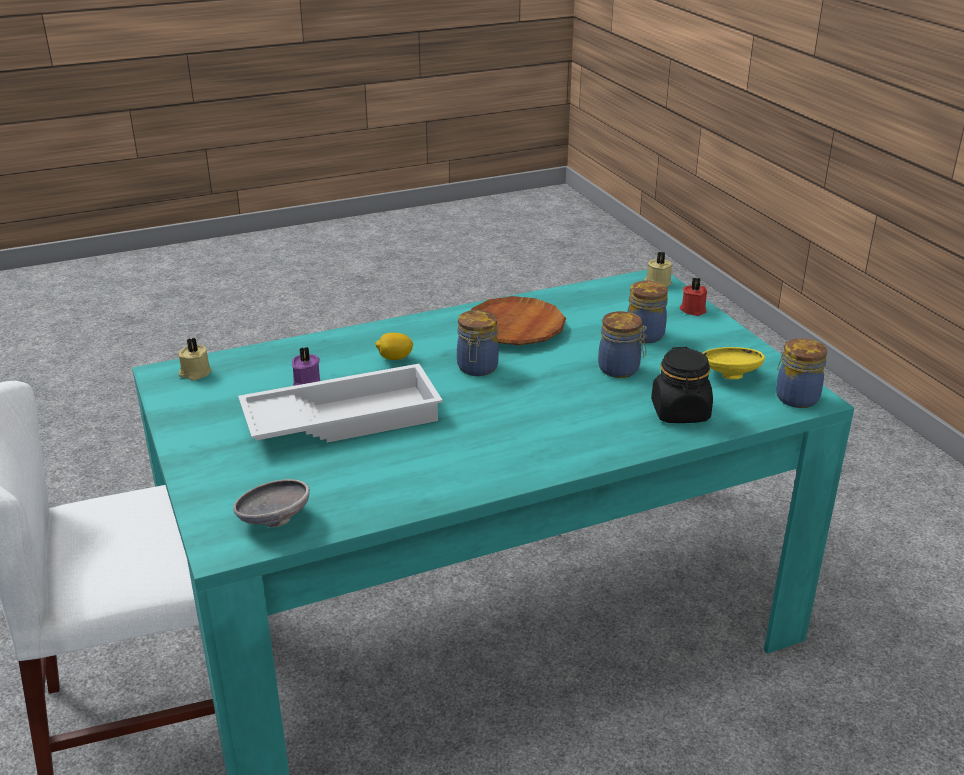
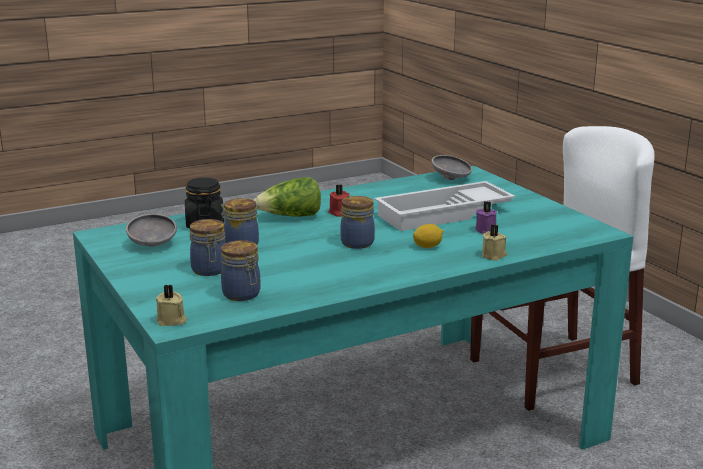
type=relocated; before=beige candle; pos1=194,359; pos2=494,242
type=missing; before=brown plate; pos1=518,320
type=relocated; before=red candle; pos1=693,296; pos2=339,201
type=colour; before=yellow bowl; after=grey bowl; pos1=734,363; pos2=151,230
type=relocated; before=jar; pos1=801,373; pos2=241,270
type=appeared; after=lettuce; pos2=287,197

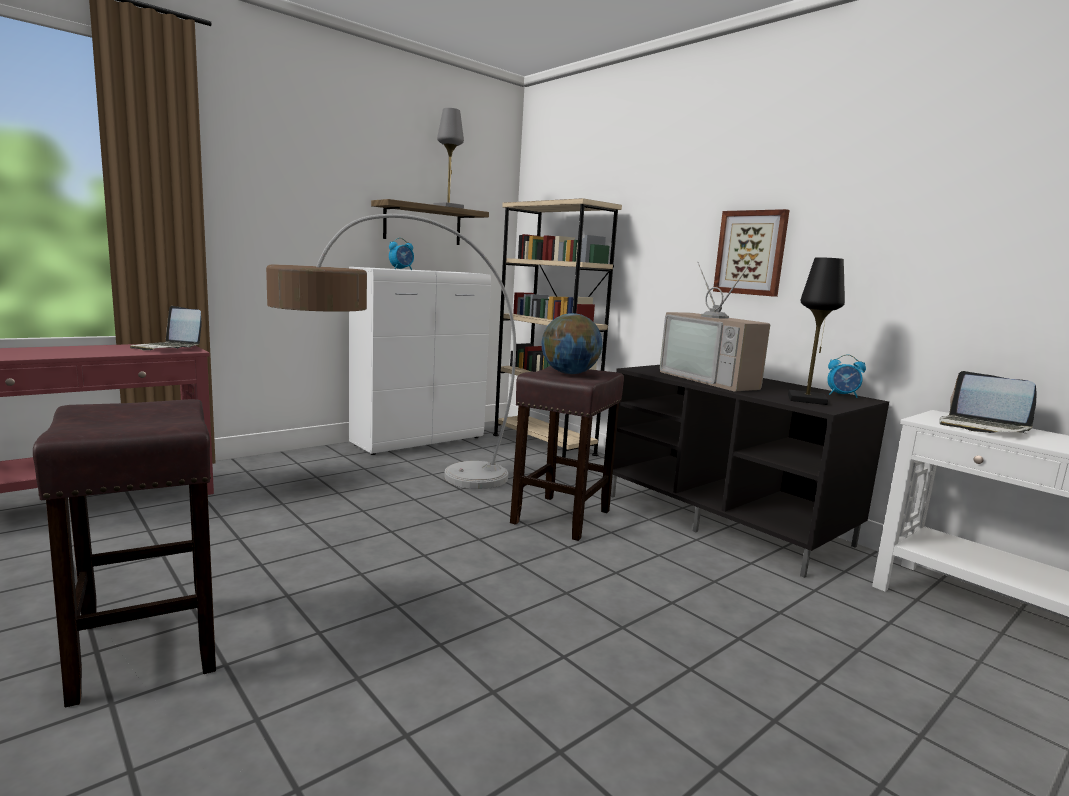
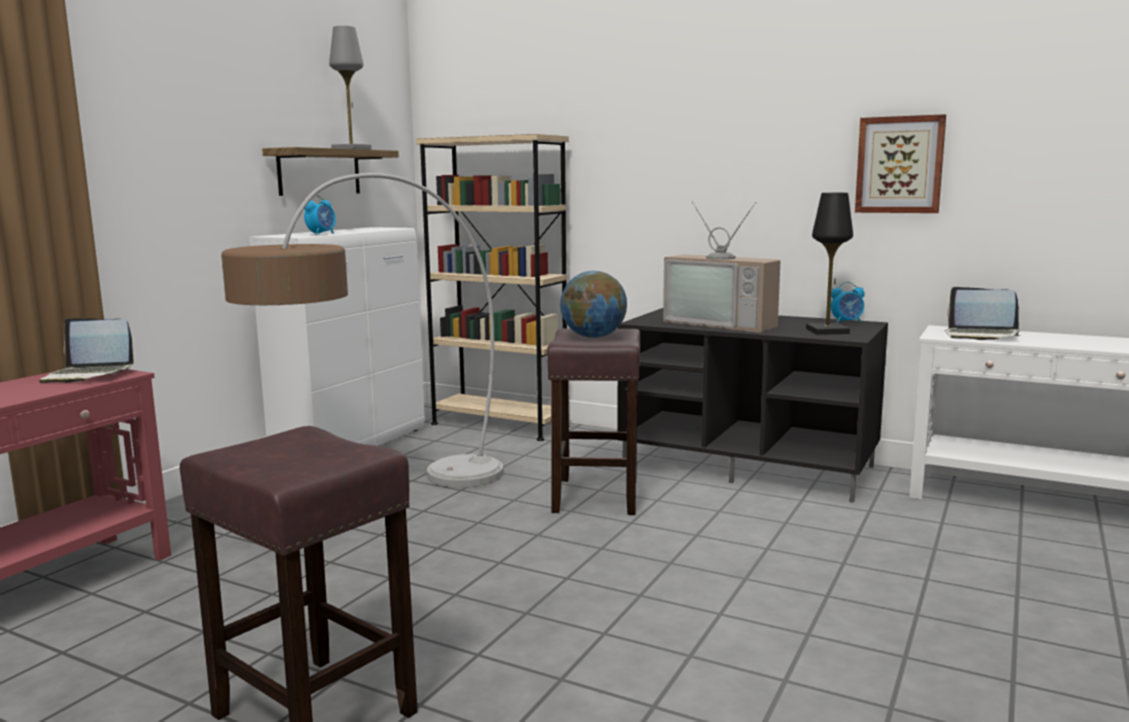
type=relocated; before=picture; pos1=751,253; pos2=900,163

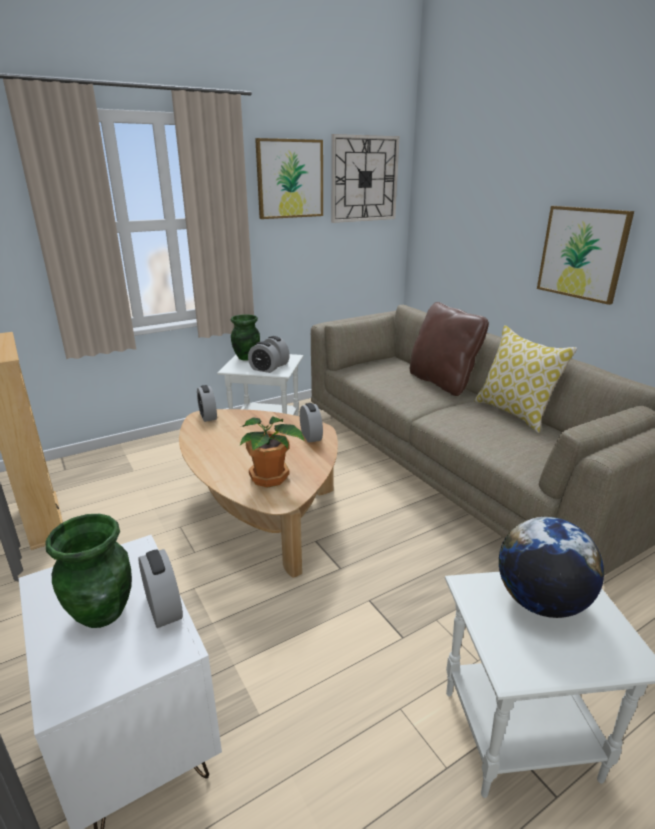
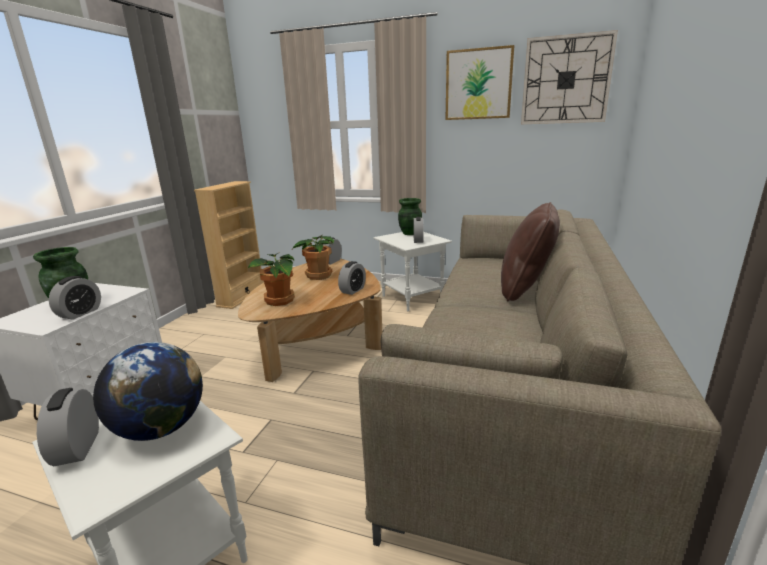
type=relocated; before=alarm clock; pos1=264,357; pos2=68,427
type=missing; before=pillow; pos1=525,379
type=missing; before=picture; pos1=585,255
type=appeared; after=potted plant; pos2=313,257

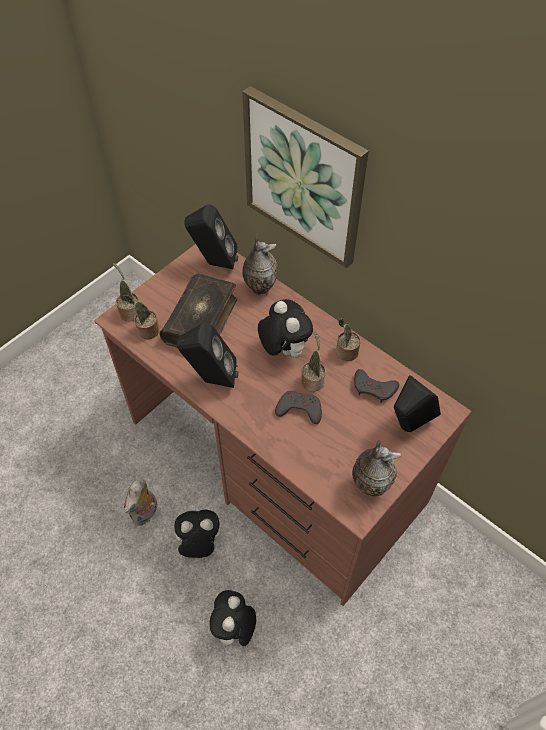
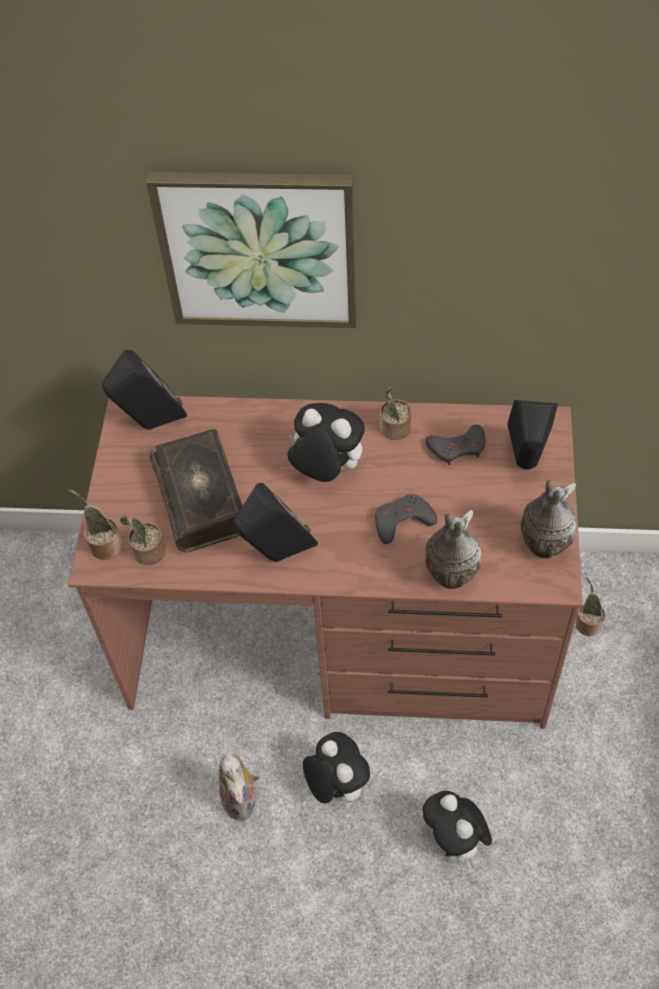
type=spun; before=plush toy; pos1=196,534; pos2=336,768; turn=105
type=relocated; before=vase; pos1=260,265; pos2=454,549
type=relocated; before=potted plant; pos1=313,361; pos2=590,606

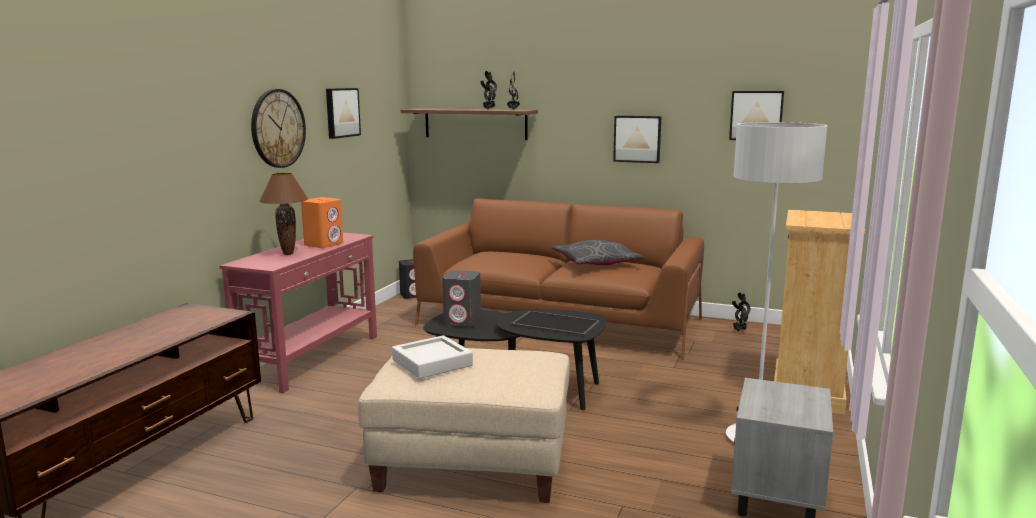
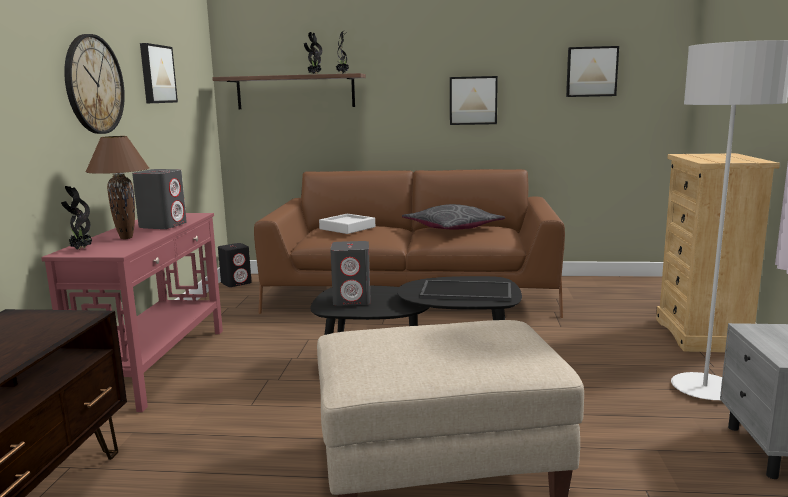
type=colour; before=orange speaker; after=grey speaker; pos1=322,222; pos2=159,199
type=relocated; before=grey tray; pos1=432,357; pos2=347,224
type=relocated; before=potted plant; pos1=741,312; pos2=76,217

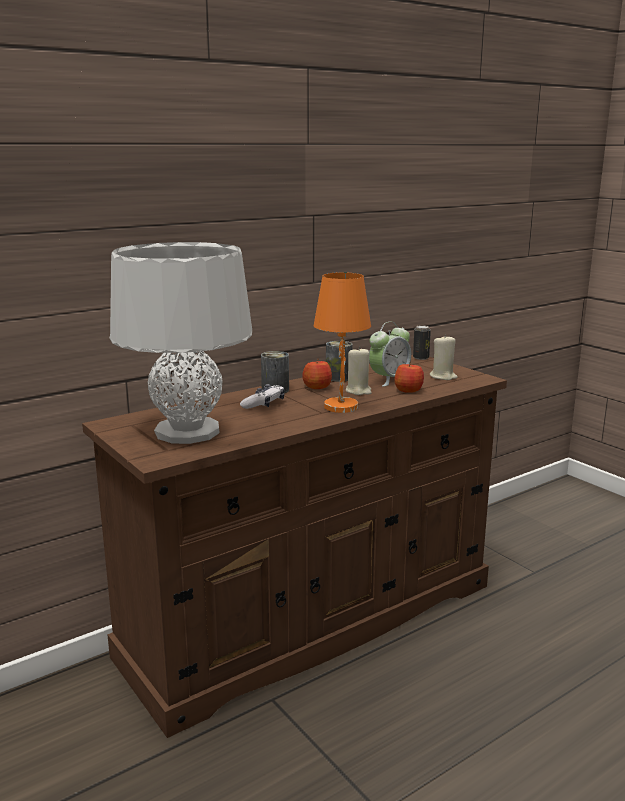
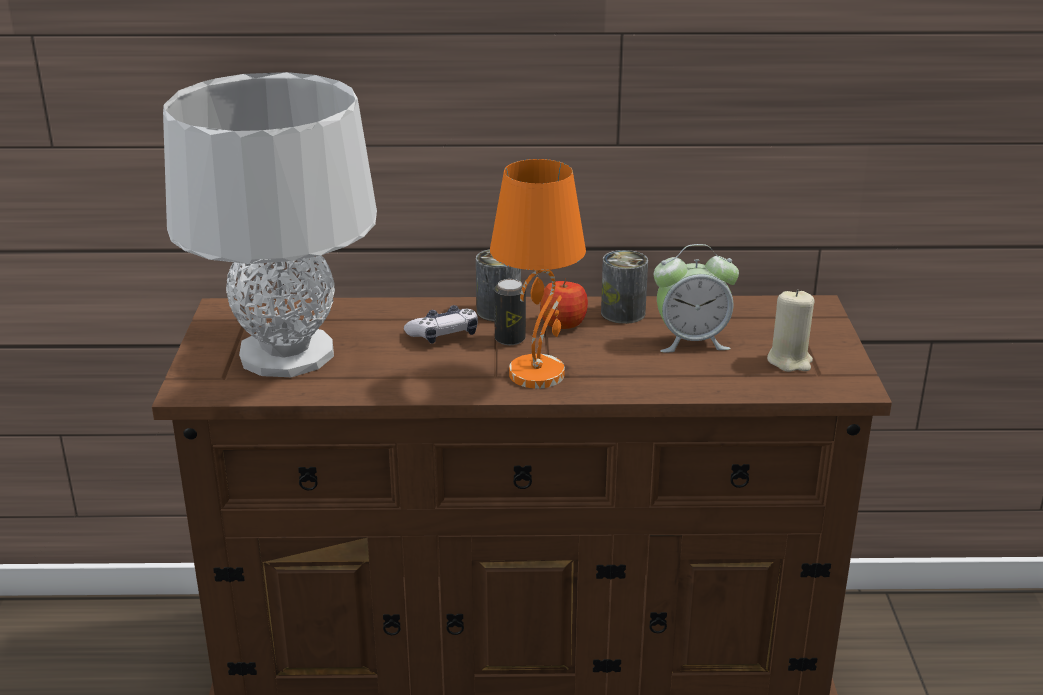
type=missing; before=beige candle; pos1=359,370
type=missing; before=apple; pos1=409,377
type=relocated; before=can; pos1=422,342; pos2=510,312

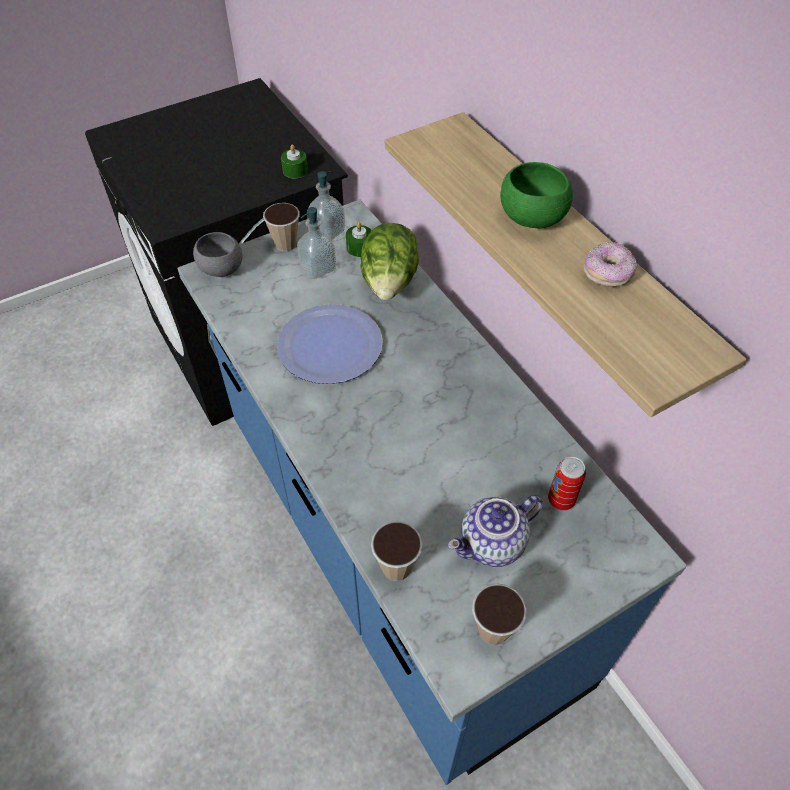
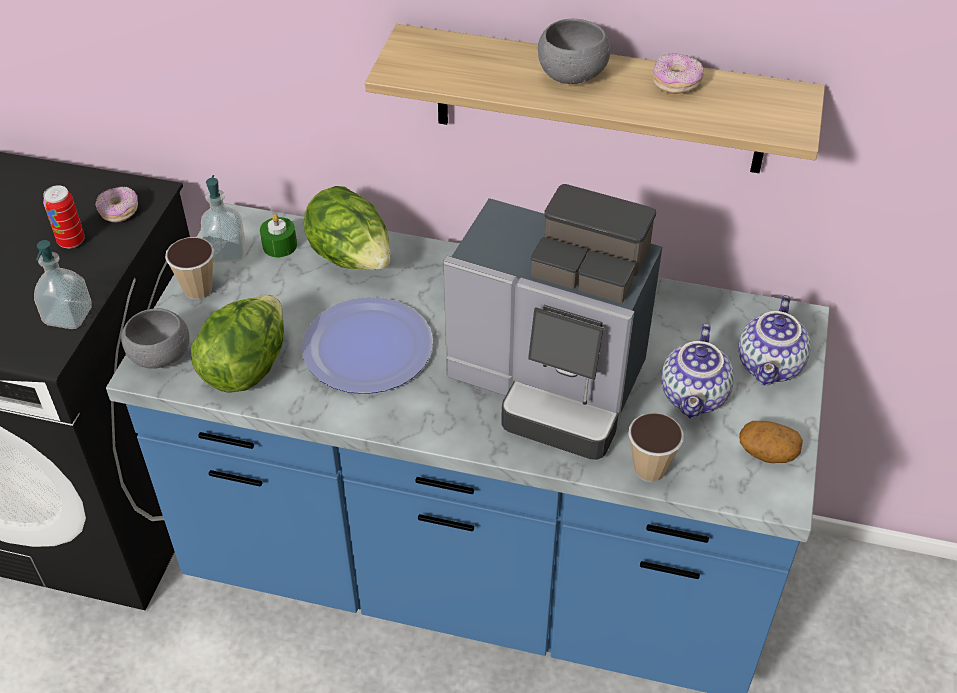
type=exchanged; before=green candle; after=donut; pos1=294,161; pos2=117,204
type=relocated; before=soap dispenser; pos1=316,243; pos2=62,284
type=exchanged; before=cup; after=potato; pos1=499,614; pos2=771,442
type=colour; before=green bowl; after=grey bowl; pos1=536,195; pos2=574,51
type=relocated; before=can; pos1=567,483; pos2=64,217
type=appeared; after=lettuce; pos2=237,344
type=appeared; after=coffee machine; pos2=552,322
type=appeared; after=teapot; pos2=775,340

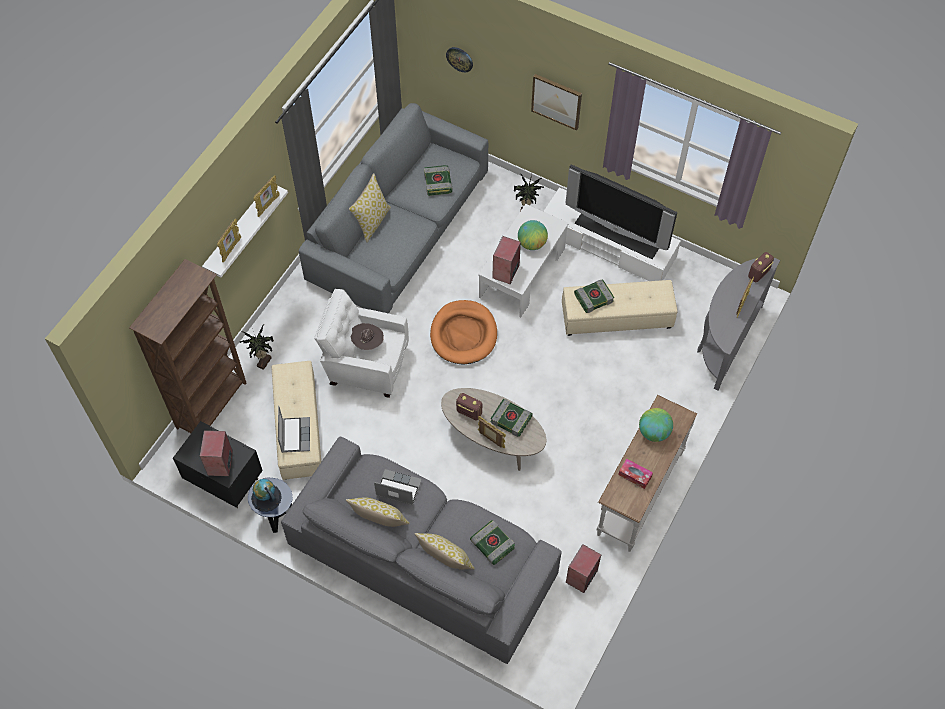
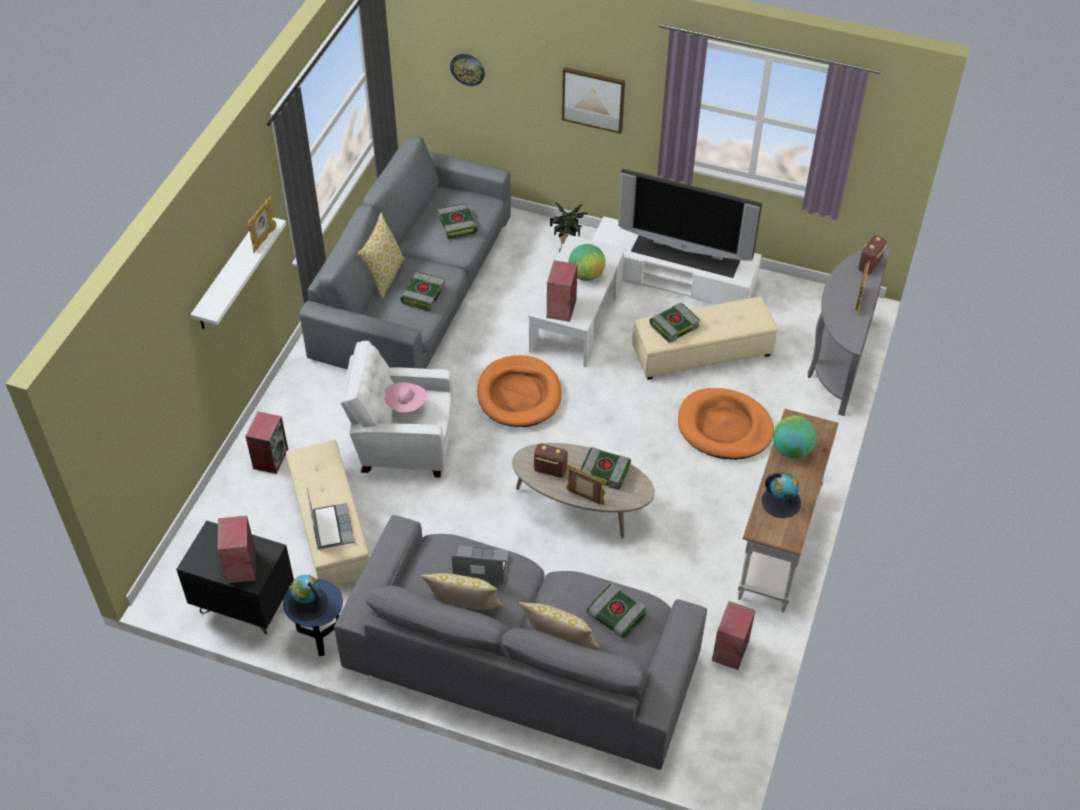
type=missing; before=brown bookcase; pos1=187,346
type=missing; before=picture frame; pos1=229,240
type=exchanged; before=potted plant; after=speaker; pos1=257,347; pos2=267,442
type=colour; before=brown hat; after=pink hat; pos1=367,336; pos2=405,397
type=exchanged; before=tissue box; after=globe; pos1=635,474; pos2=781,495
type=appeared; after=book; pos2=422,291
type=appeared; after=orange dog bed; pos2=726,424

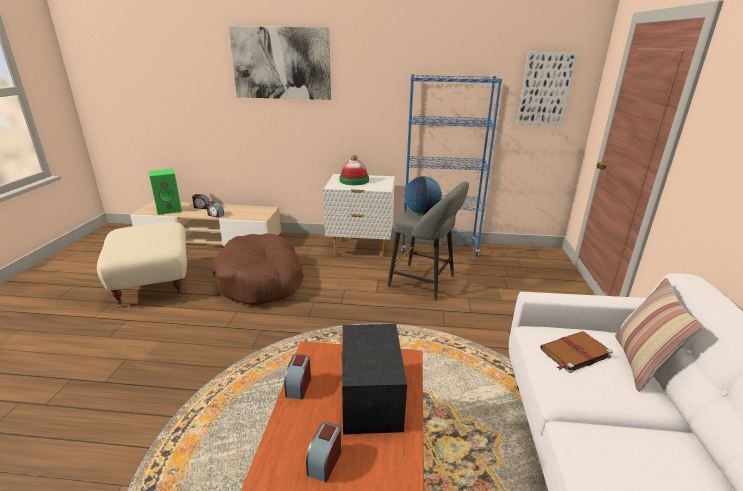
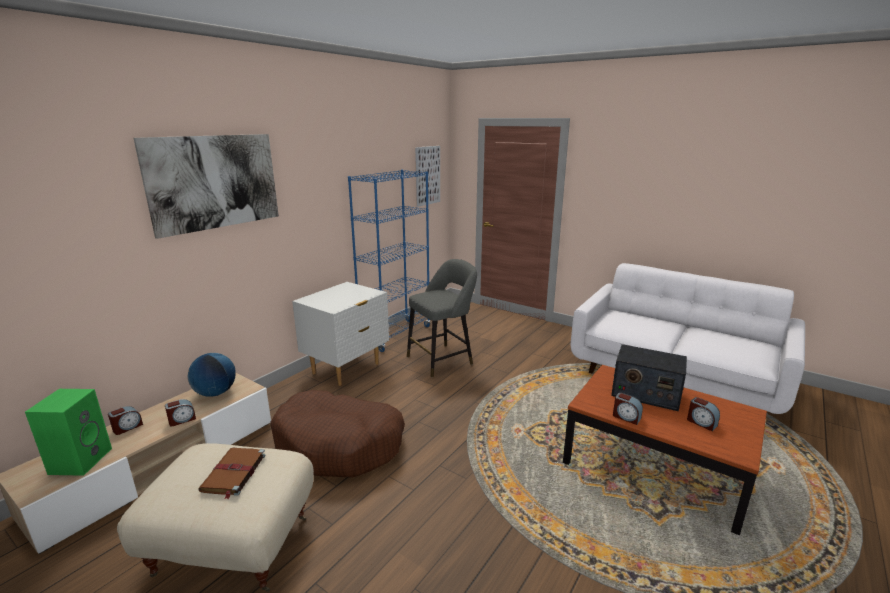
type=missing; before=hat; pos1=354,170
type=relocated; before=globe; pos1=423,195; pos2=212,375
type=relocated; before=brown book; pos1=576,352; pos2=232,473
type=missing; before=pillow; pos1=658,335

